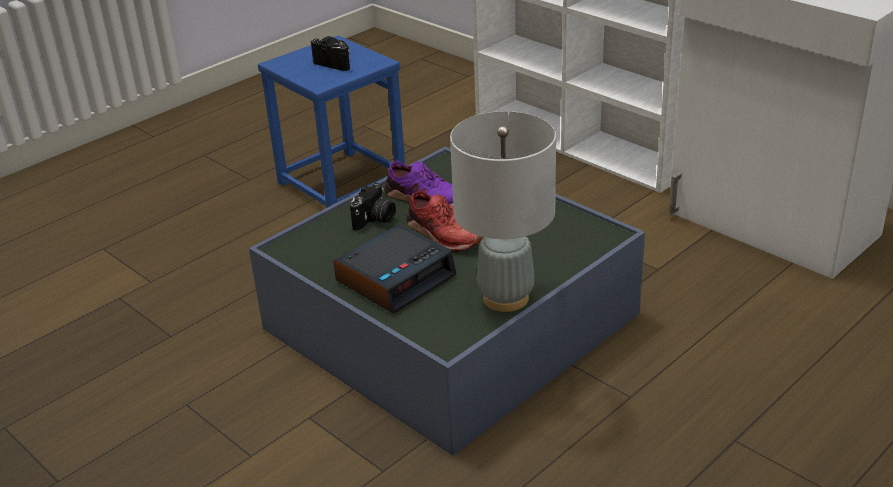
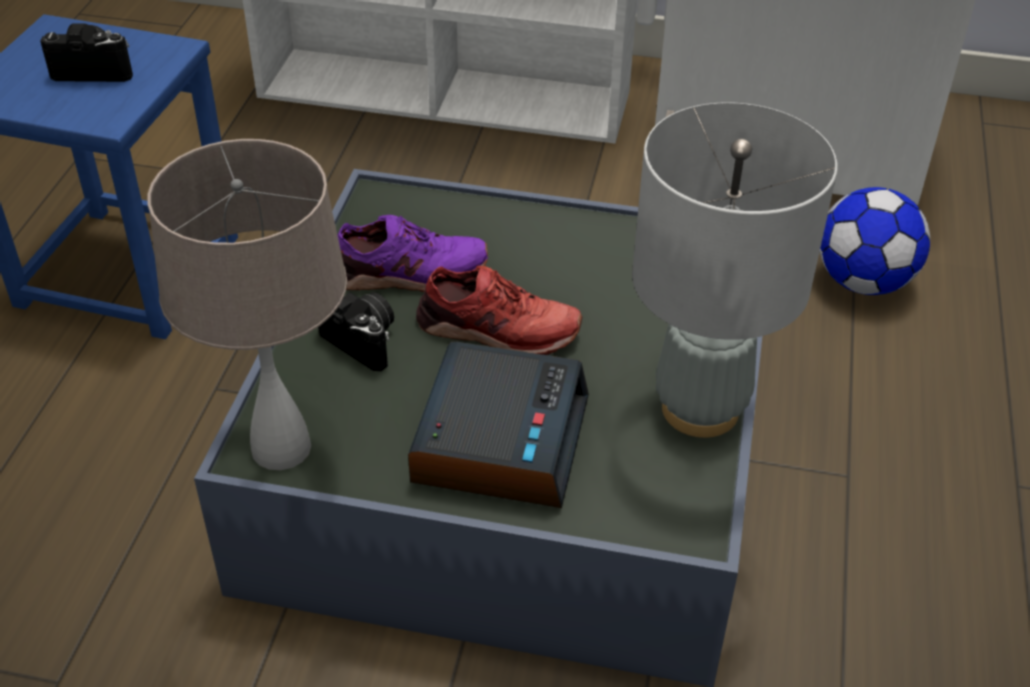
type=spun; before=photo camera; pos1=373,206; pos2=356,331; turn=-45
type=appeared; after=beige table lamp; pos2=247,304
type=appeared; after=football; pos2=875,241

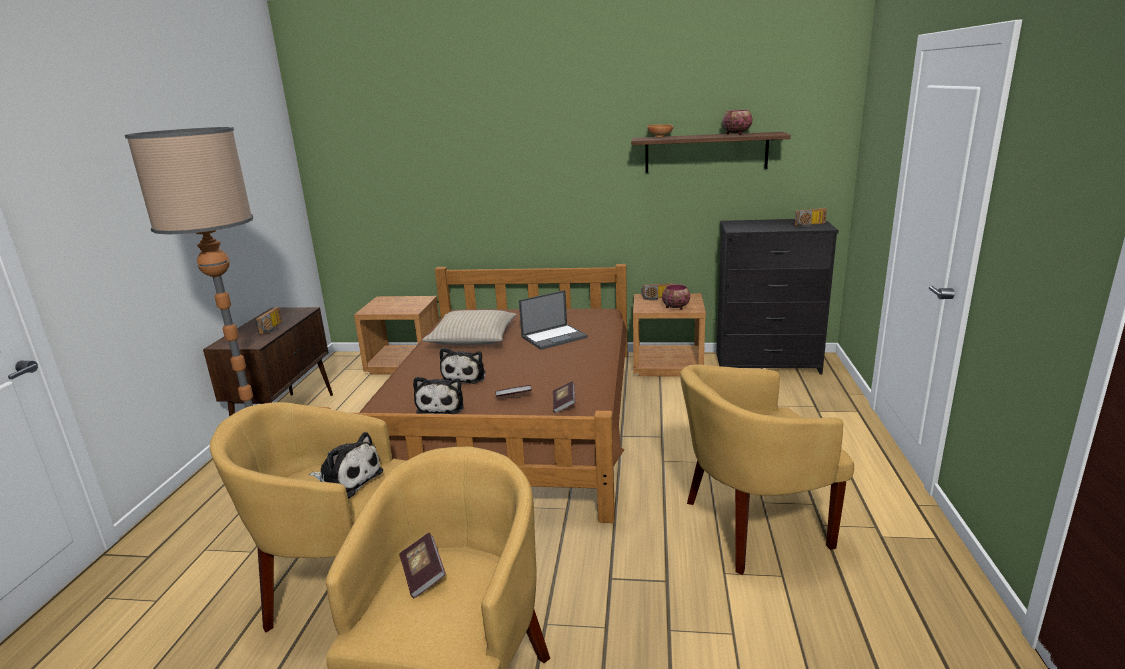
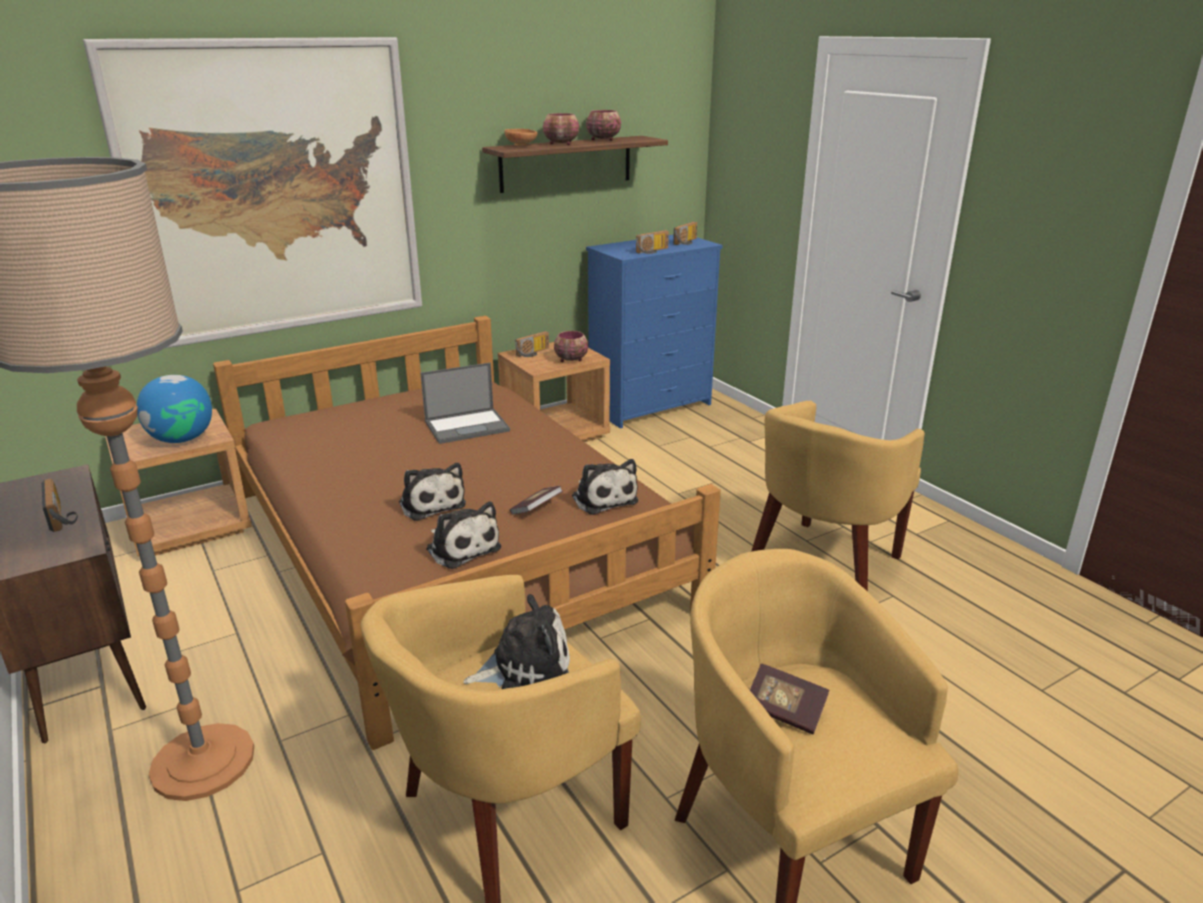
type=missing; before=beige pillow; pos1=469,327
type=spun; before=laptop; pos1=553,320; pos2=465,403; turn=45
type=exchanged; before=book; after=plush toy; pos1=564,397; pos2=605,487
type=colour; before=black dresser; after=blue dresser; pos1=777,296; pos2=654,332
type=appeared; after=picture; pos2=252,192
type=appeared; after=globe; pos2=174,409
type=appeared; after=bowl; pos2=561,129
type=appeared; after=radio; pos2=652,242

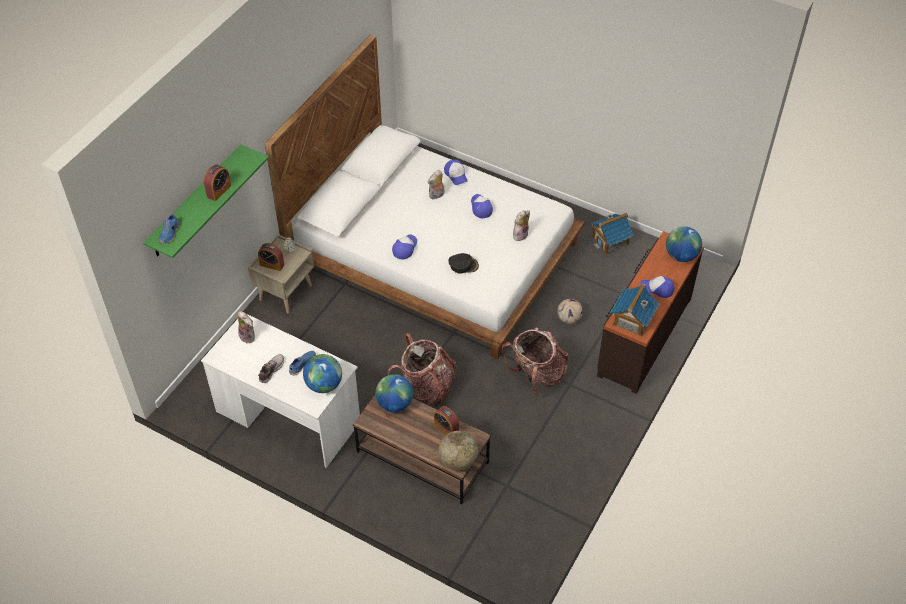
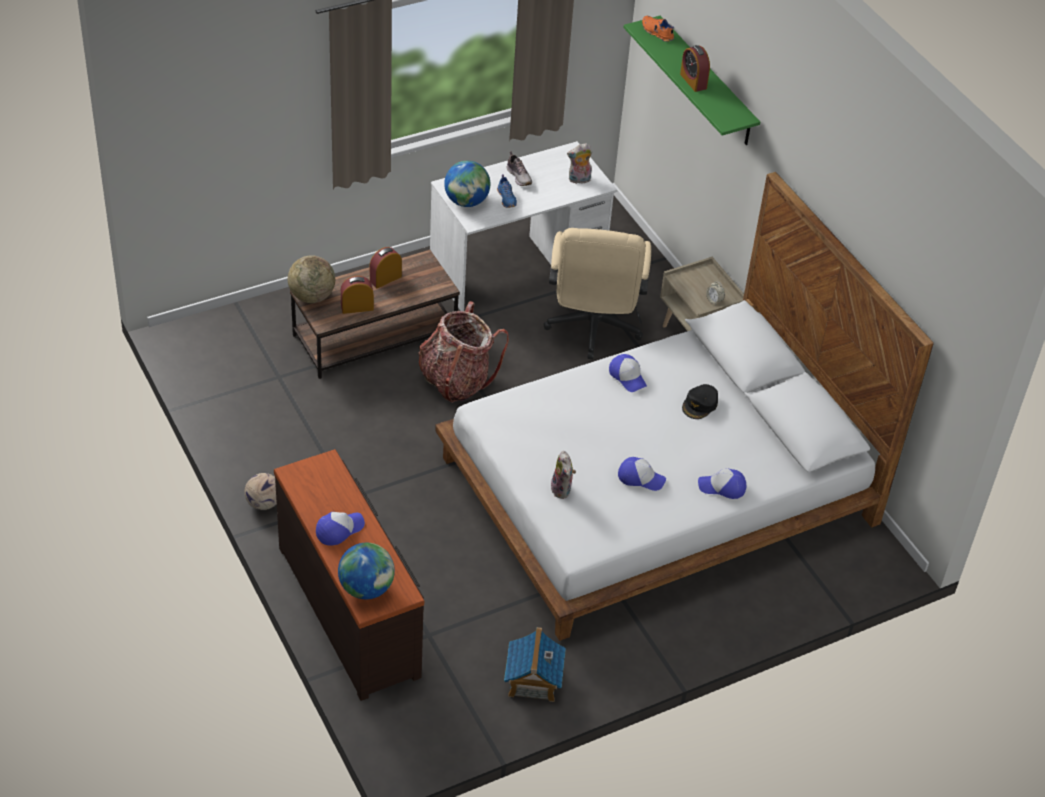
type=colour; before=blue shoe; after=orange shoe; pos1=169,227; pos2=658,29
type=relocated; before=alarm clock; pos1=271,257; pos2=386,267
type=missing; before=globe; pos1=394,393
type=missing; before=plush toy; pos1=436,185
type=relocated; before=black cap; pos1=464,263; pos2=700,401
type=missing; before=backpack; pos1=535,361
type=relocated; before=football; pos1=570,311; pos2=261,491
type=missing; before=toy house; pos1=635,310
type=appeared; after=beige office chair; pos2=597,293

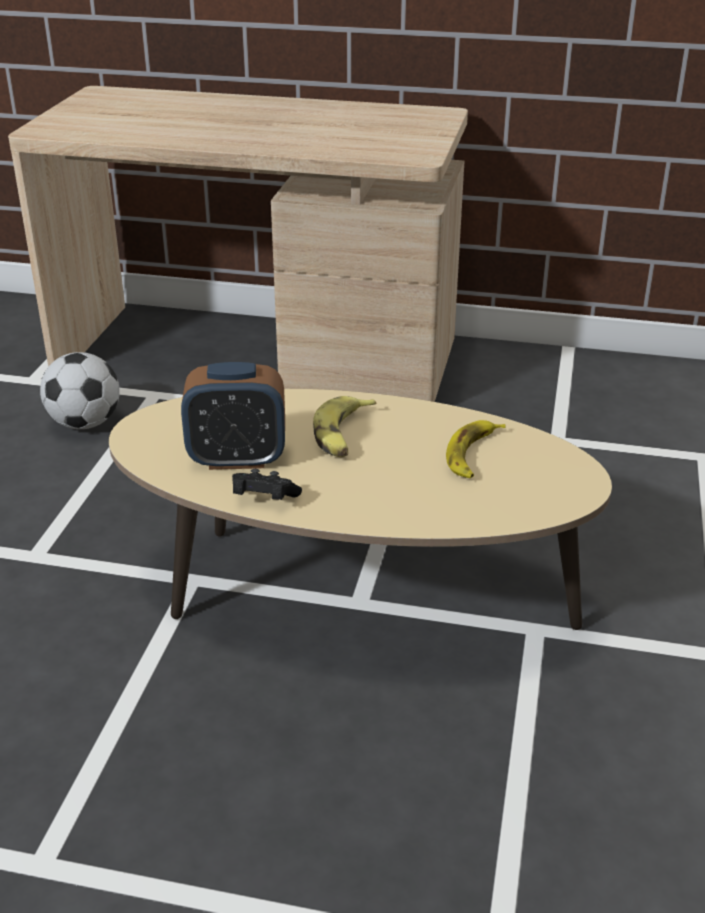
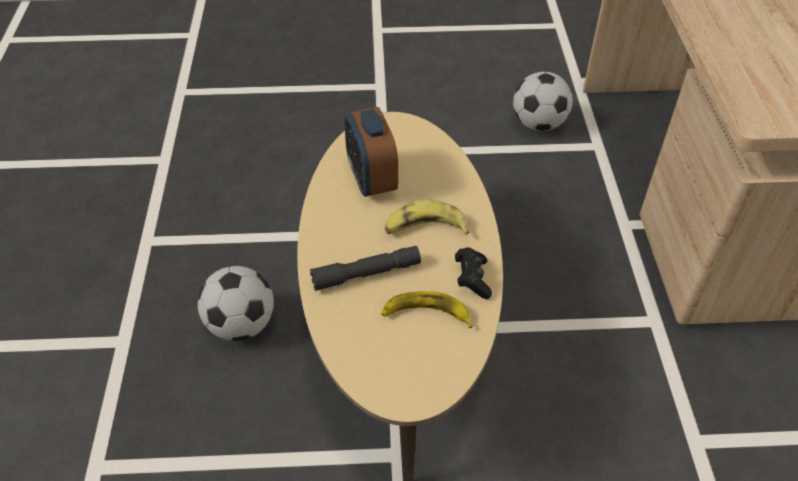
type=relocated; before=black game controller; pos1=267,484; pos2=473,273
type=appeared; after=football; pos2=236,303
type=appeared; after=grey flashlight; pos2=365,268

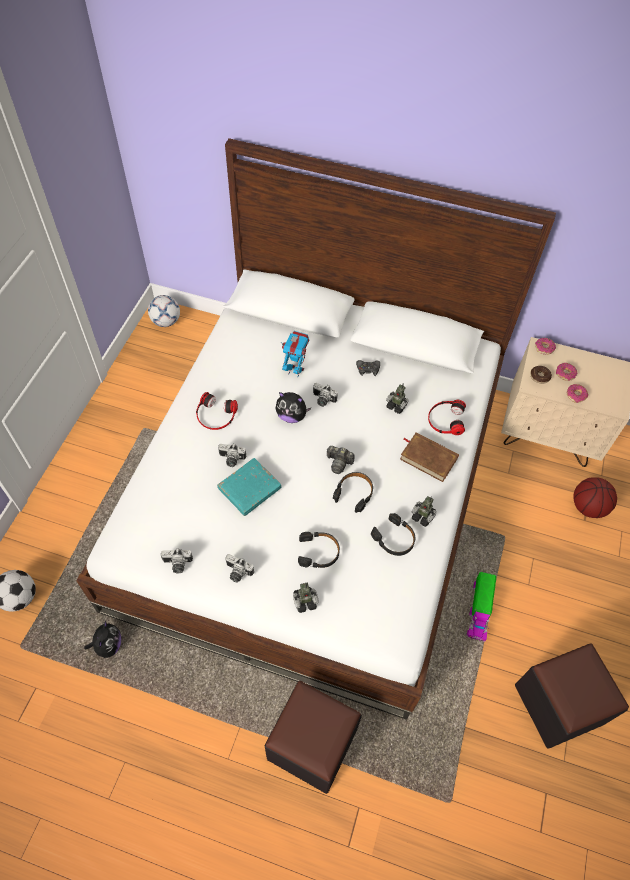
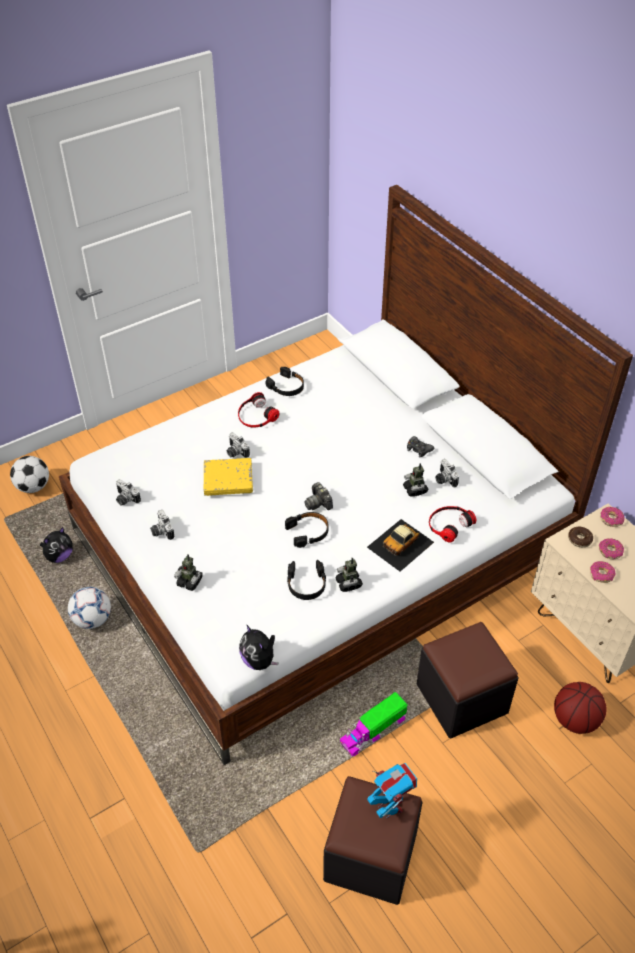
type=relocated; before=football; pos1=164,311; pos2=89,608
type=colour; before=turquoise book; after=yellow book; pos1=249,487; pos2=228,477
type=relocated; before=black ottoman; pos1=313,737; pos2=468,680
type=relocated; before=plush toy; pos1=293,407; pos2=258,647
type=relocated; before=toy robot; pos1=295,354; pos2=392,790
type=relocated; before=black headphones; pos1=319,550; pos2=284,381
type=relocated; before=photo camera; pos1=325,395; pos2=447,473
type=exchanged; before=brown book; after=toy car; pos1=429,457; pos2=400,545

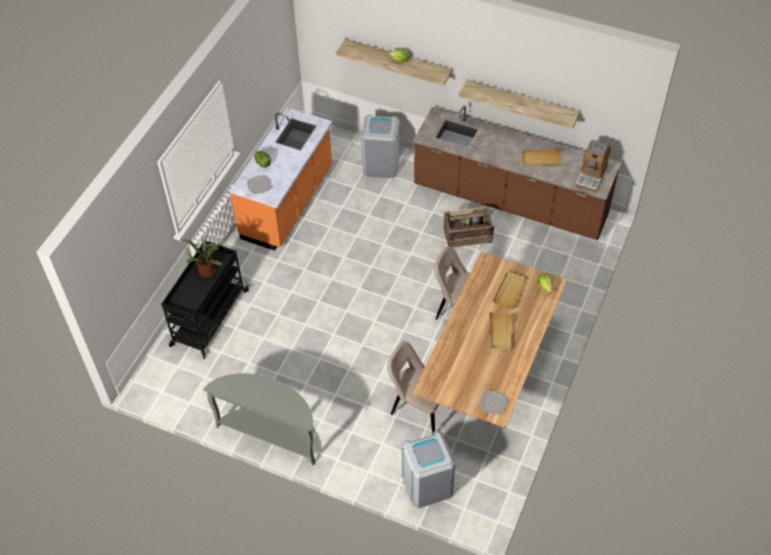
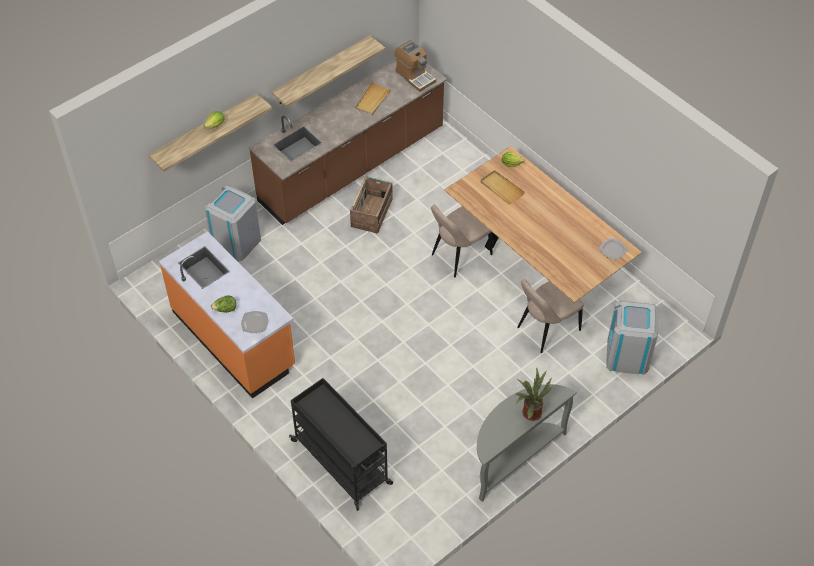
type=relocated; before=potted plant; pos1=202,255; pos2=534,394
type=missing; before=beige tray; pos1=501,330

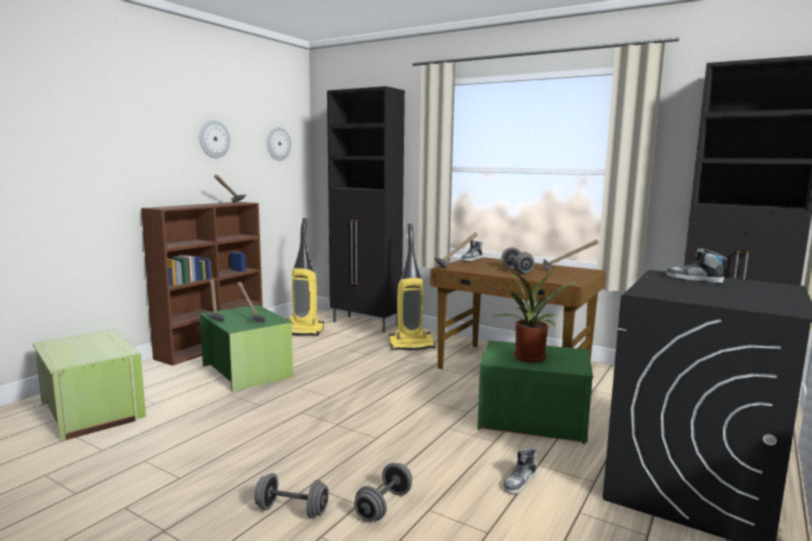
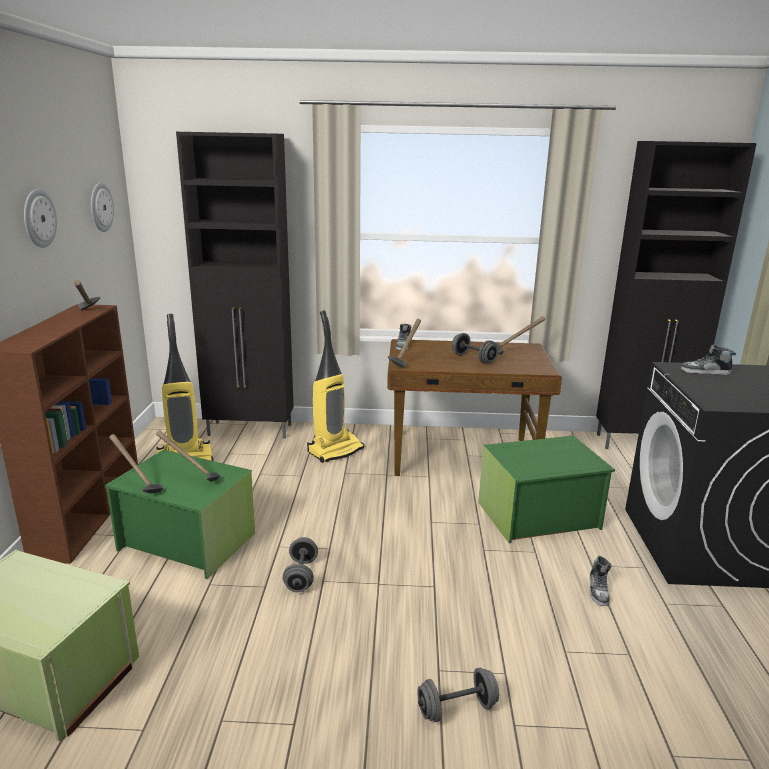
type=relocated; before=grey dumbbell; pos1=383,492; pos2=300,564
type=missing; before=potted plant; pos1=535,315

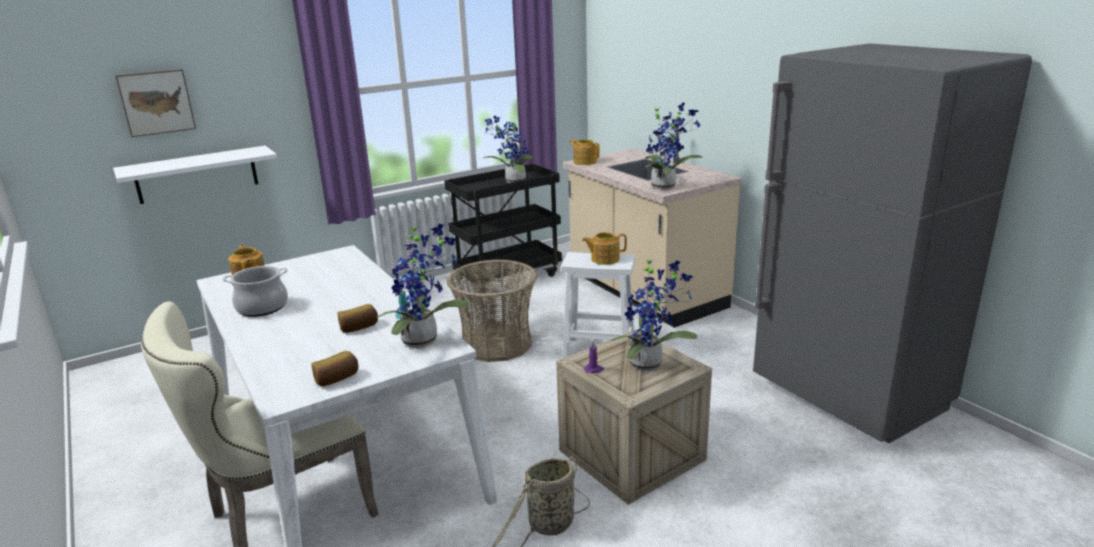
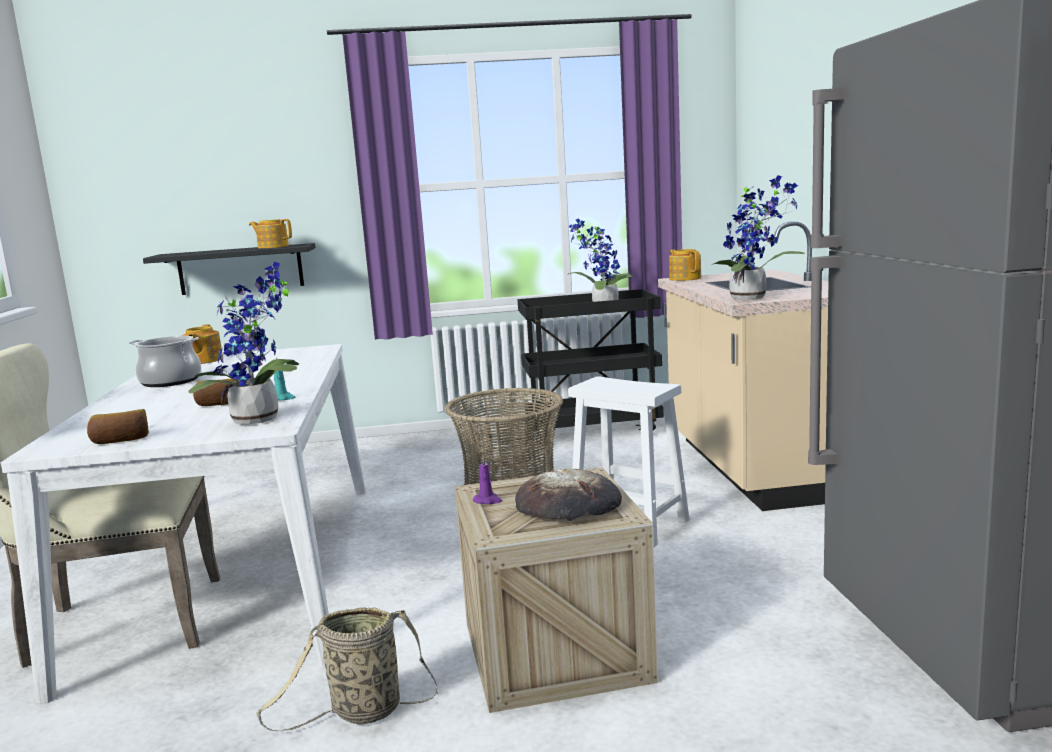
type=colour; before=white shelf; after=black shelf; pos1=195,175; pos2=229,269
type=missing; before=picture; pos1=155,103
type=relocated; before=teapot; pos1=604,248; pos2=270,234
type=exchanged; before=potted plant; after=bread; pos1=654,313; pos2=568,495

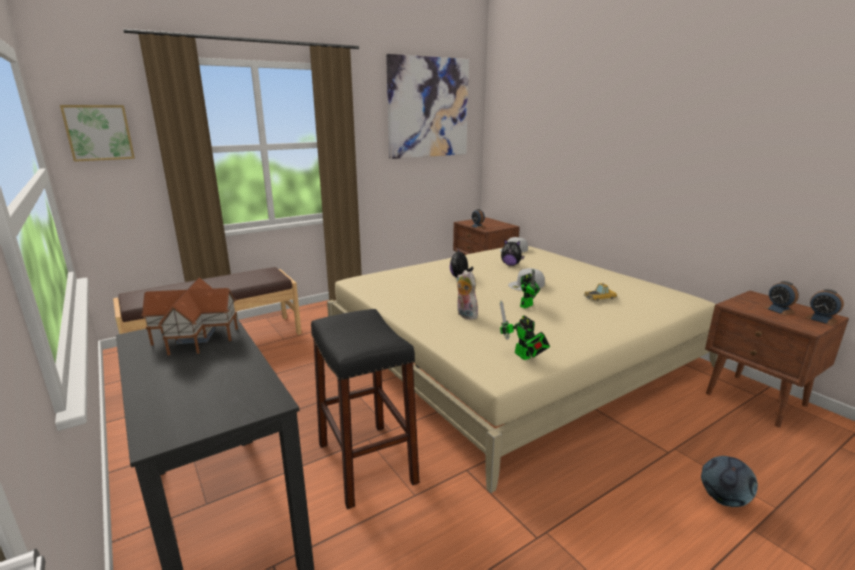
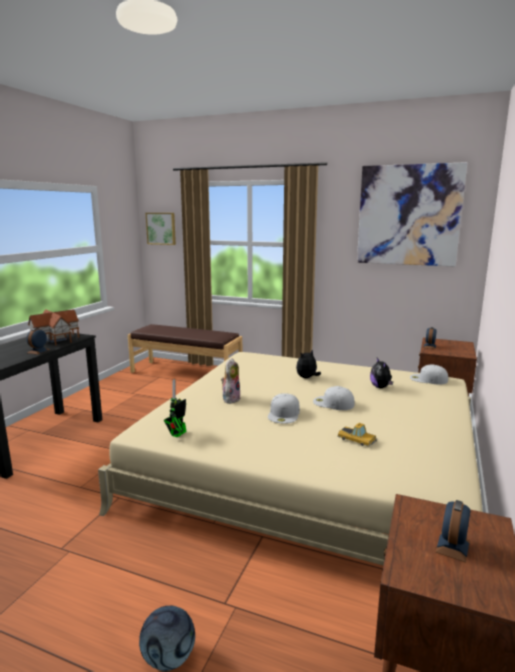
type=missing; before=black stool; pos1=365,409
type=exchanged; before=toy robot; after=white cap; pos1=530,288; pos2=284,408
type=relocated; before=alarm clock; pos1=825,307; pos2=38,341

